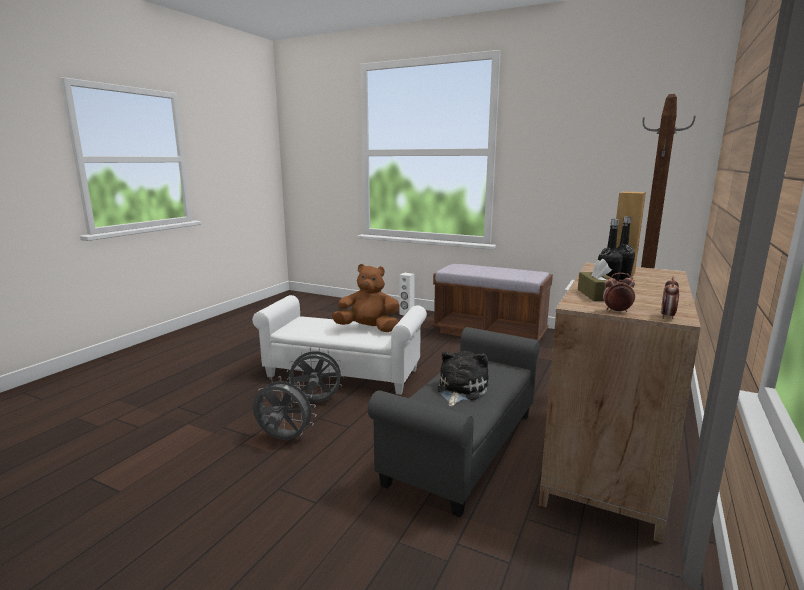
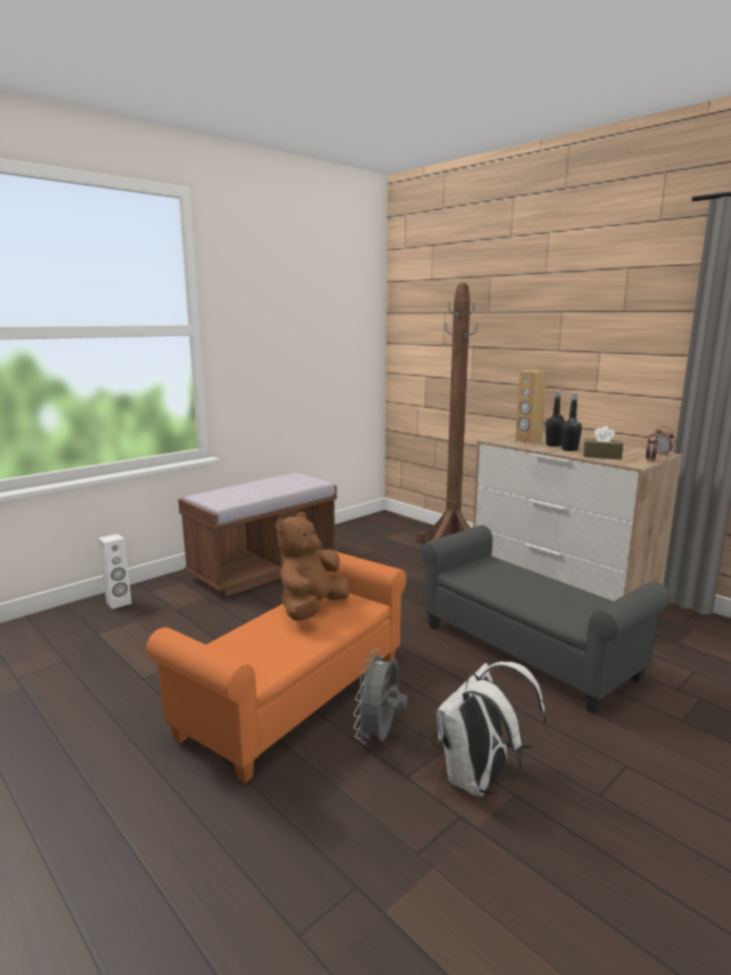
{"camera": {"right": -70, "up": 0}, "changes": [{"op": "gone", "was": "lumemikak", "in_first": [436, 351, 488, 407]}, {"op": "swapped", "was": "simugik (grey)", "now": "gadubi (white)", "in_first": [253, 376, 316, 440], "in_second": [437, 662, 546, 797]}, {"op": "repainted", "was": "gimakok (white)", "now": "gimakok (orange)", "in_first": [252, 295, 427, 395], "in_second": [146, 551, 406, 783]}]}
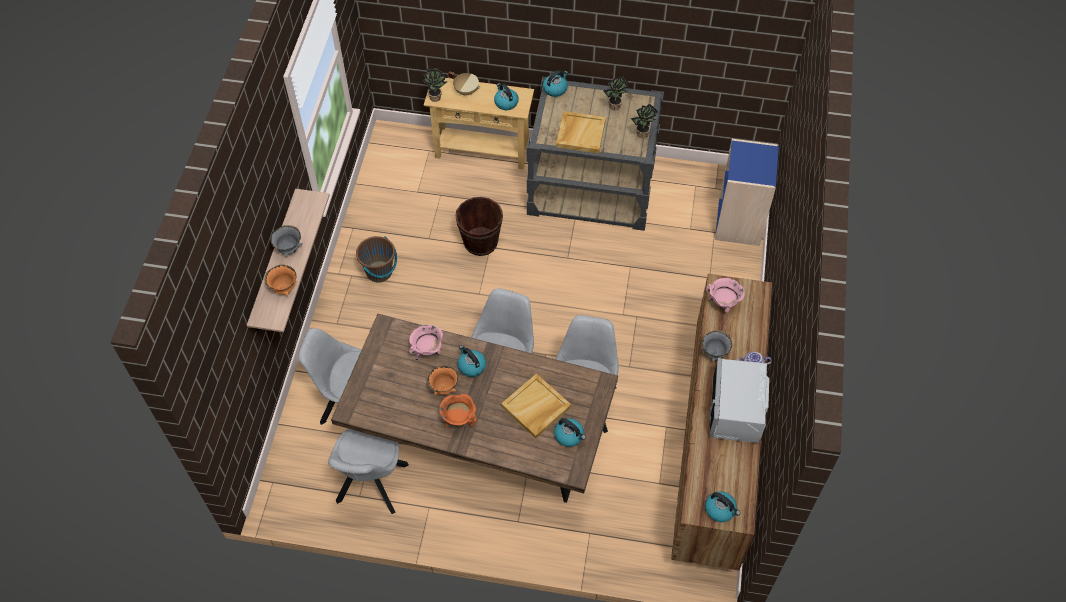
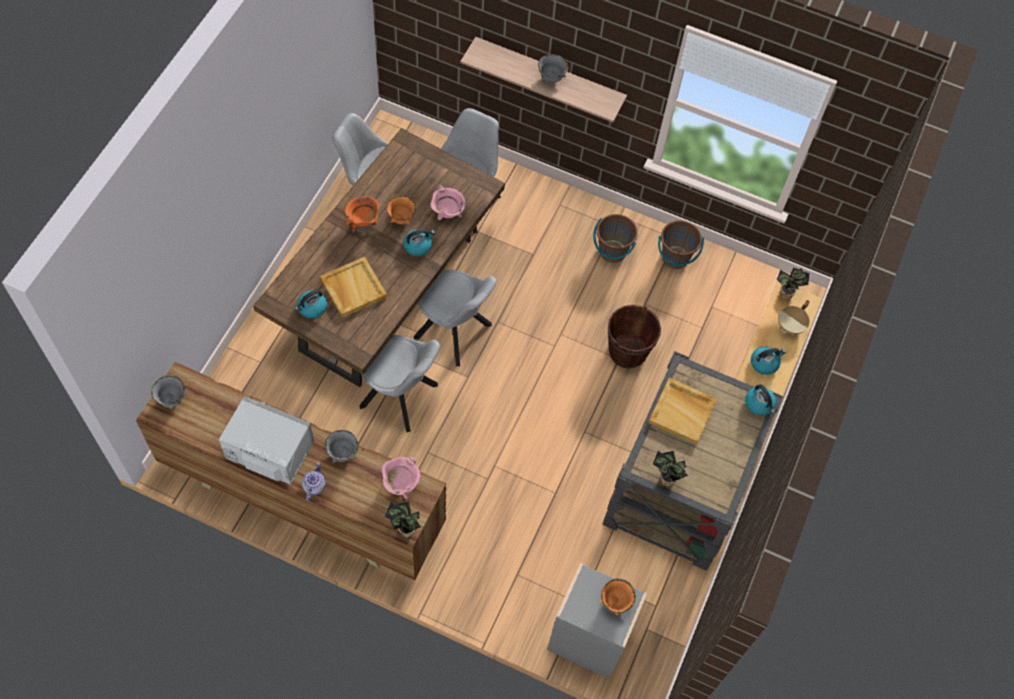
{"camera": {"right": 100, "up": 5}, "changes": [{"op": "new", "now": "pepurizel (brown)", "in_second": [658, 220, 704, 269]}, {"op": "shifted", "was": "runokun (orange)", "in_first": [264, 265, 297, 296], "in_second": [600, 578, 636, 616]}, {"op": "shifted", "was": "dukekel", "in_first": [603, 76, 629, 111], "in_second": [385, 501, 420, 537]}, {"op": "swapped", "was": "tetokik", "now": "runokun (grey)", "in_first": [705, 491, 740, 522], "in_second": [151, 375, 187, 410]}, {"op": "repainted", "was": "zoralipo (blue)", "now": "zoralipo (grey)", "in_first": [715, 139, 779, 246], "in_second": [547, 563, 647, 679]}]}
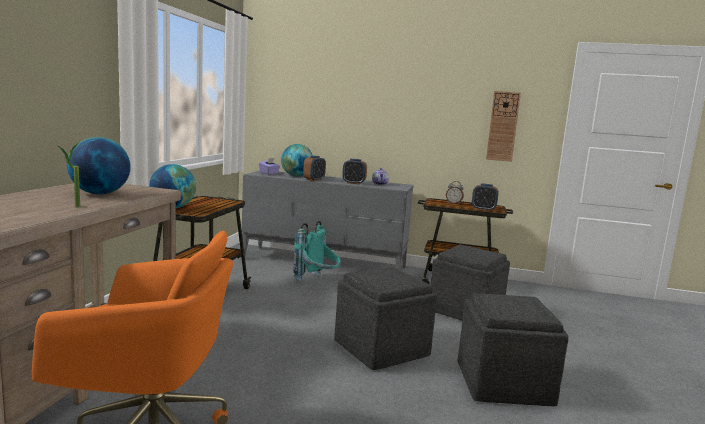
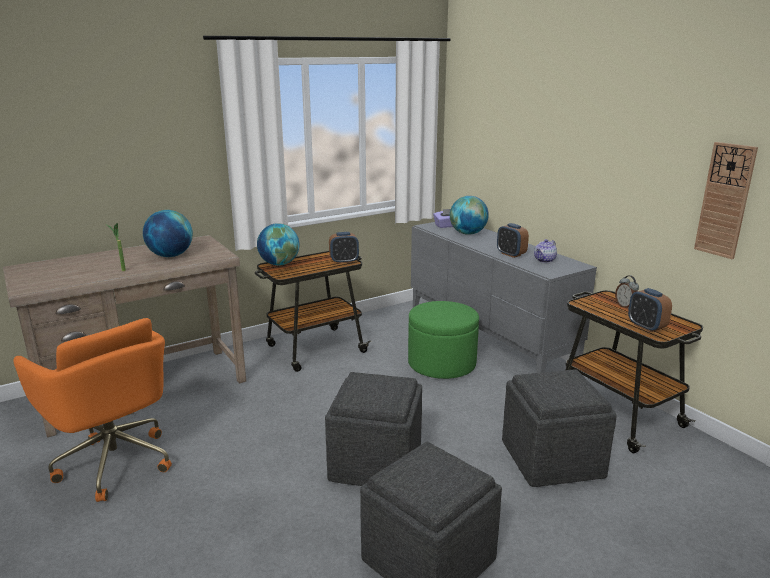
{"camera": {"right": 45, "up": 10}, "changes": [{"op": "shifted", "was": "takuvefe", "in_first": [303, 156, 326, 181], "in_second": [329, 232, 359, 264]}, {"op": "swapped", "was": "gadubi (turquoise)", "now": "gimakok (green)", "in_first": [292, 221, 341, 281], "in_second": [408, 301, 479, 379]}]}
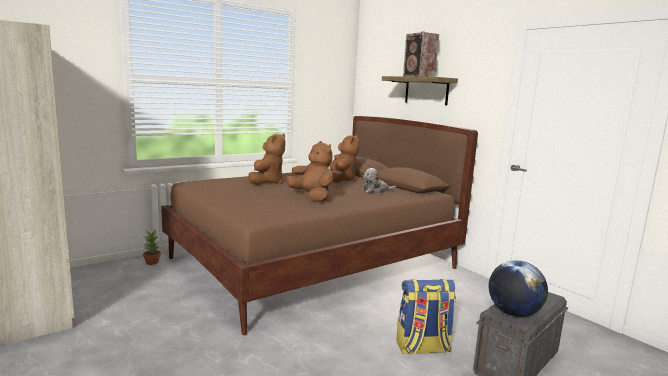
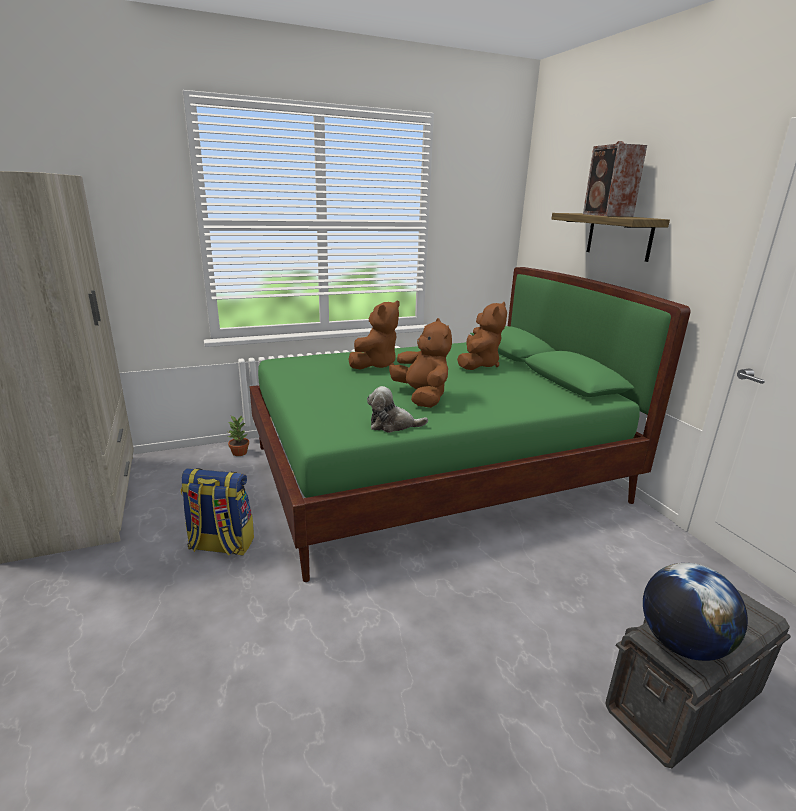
{"camera": {"right": 15, "up": 10}, "changes": [{"op": "shifted", "was": "lumemikak", "in_first": [363, 168, 396, 193], "in_second": [367, 386, 428, 433]}, {"op": "shifted", "was": "gadubi", "in_first": [397, 279, 456, 354], "in_second": [181, 468, 254, 556]}, {"op": "repainted", "was": "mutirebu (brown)", "now": "mutirebu (green)", "in_first": [161, 116, 478, 335], "in_second": [249, 267, 691, 582]}]}
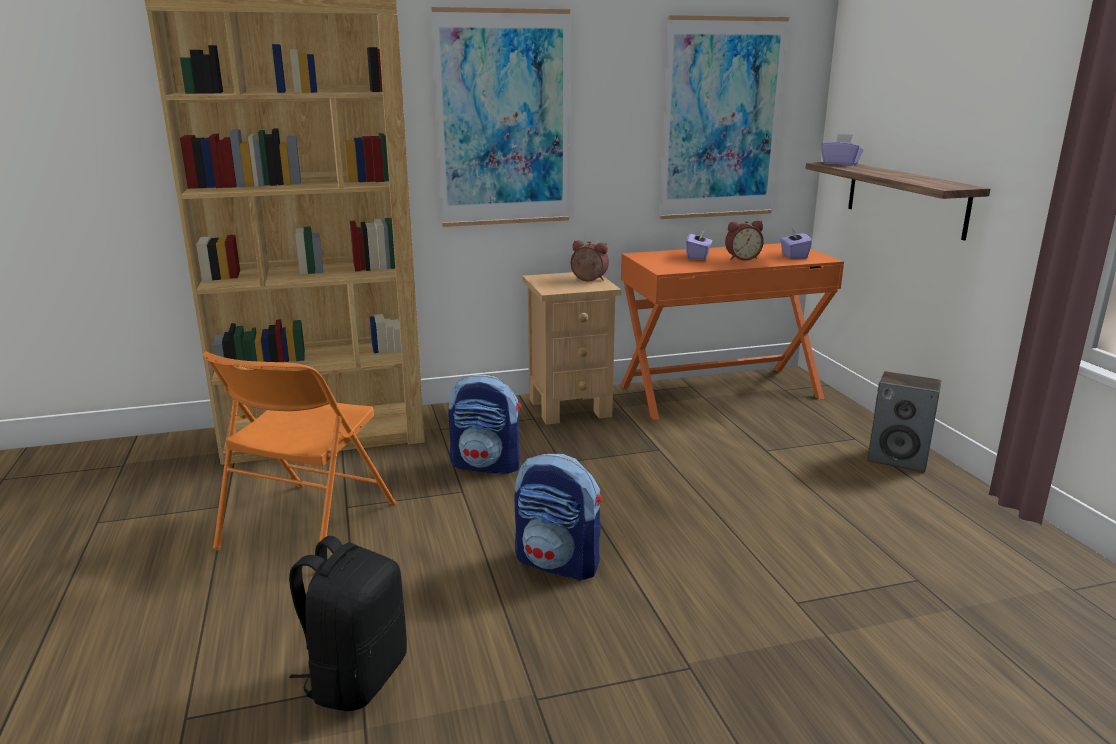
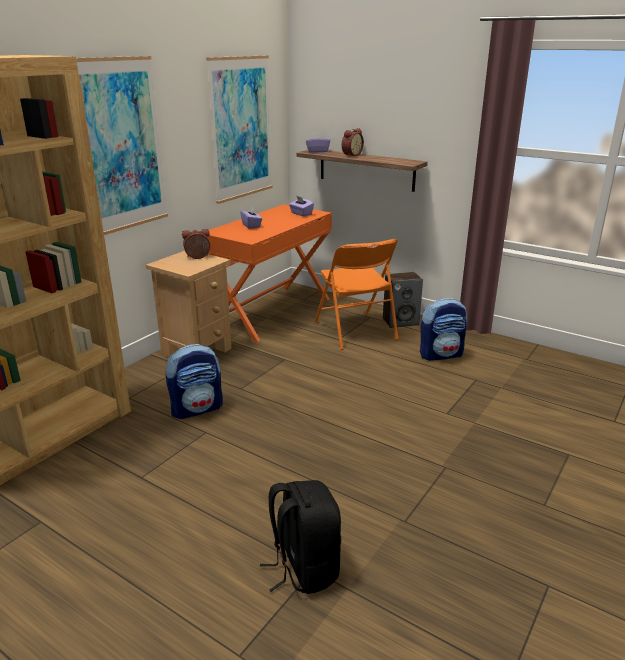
{"camera": {"right": -40, "up": 5}, "changes": [{"op": "shifted", "was": "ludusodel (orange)", "in_first": [203, 352, 396, 551], "in_second": [314, 239, 399, 350]}, {"op": "shifted", "was": "gadubi", "in_first": [514, 454, 603, 581], "in_second": [420, 298, 467, 361]}, {"op": "shifted", "was": "takuvefe", "in_first": [725, 221, 764, 260], "in_second": [342, 128, 364, 157]}]}
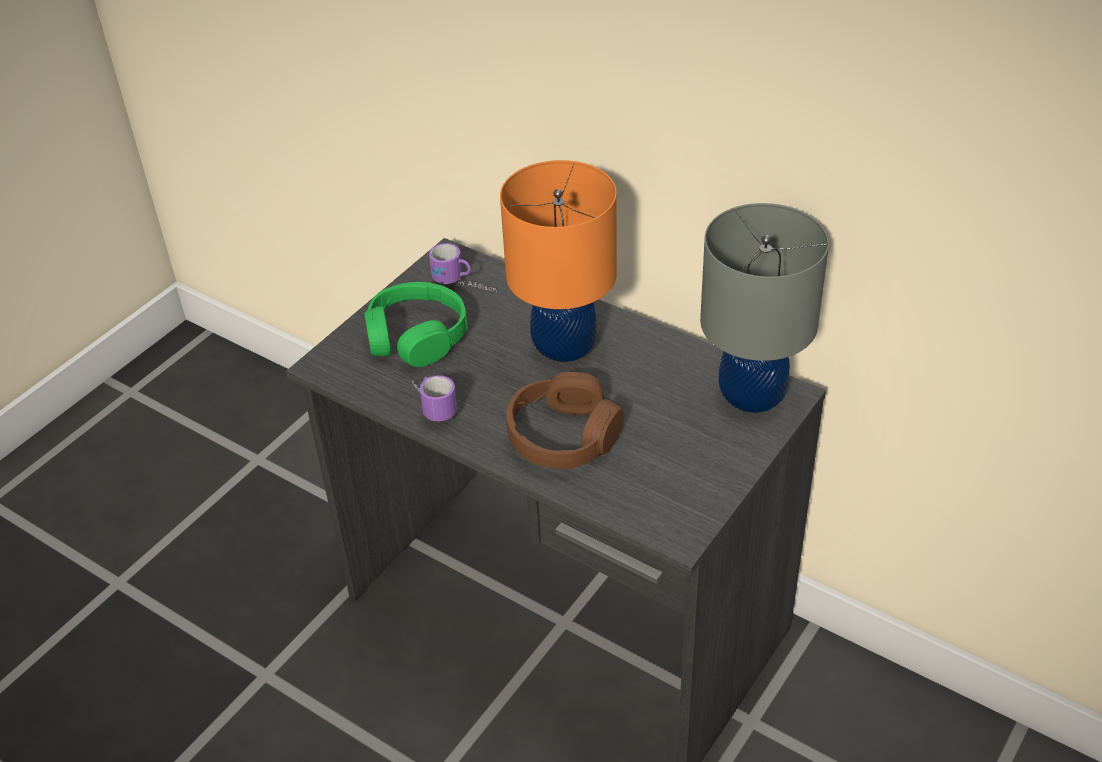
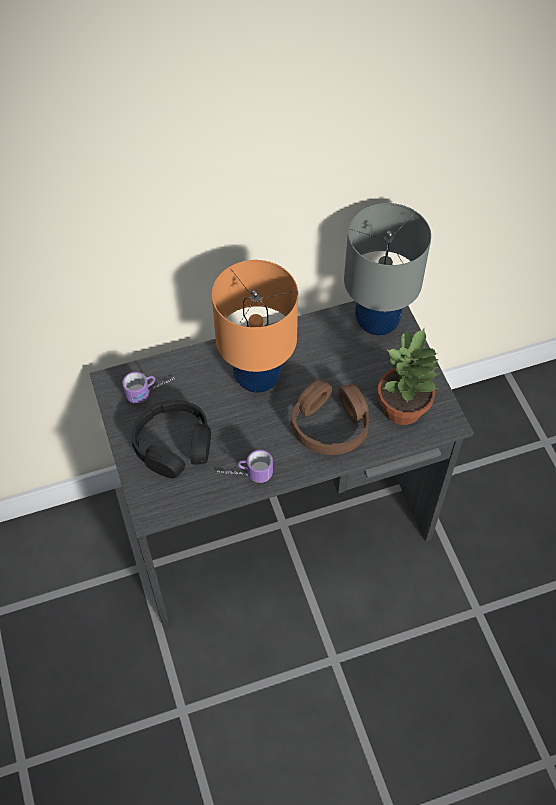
{"camera": {"right": -55, "up": 15}, "changes": [{"op": "new", "now": "dukekel", "in_second": [377, 327, 439, 425]}, {"op": "repainted", "was": "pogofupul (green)", "now": "pogofupul (black)", "in_first": [364, 282, 467, 367], "in_second": [131, 400, 211, 479]}]}
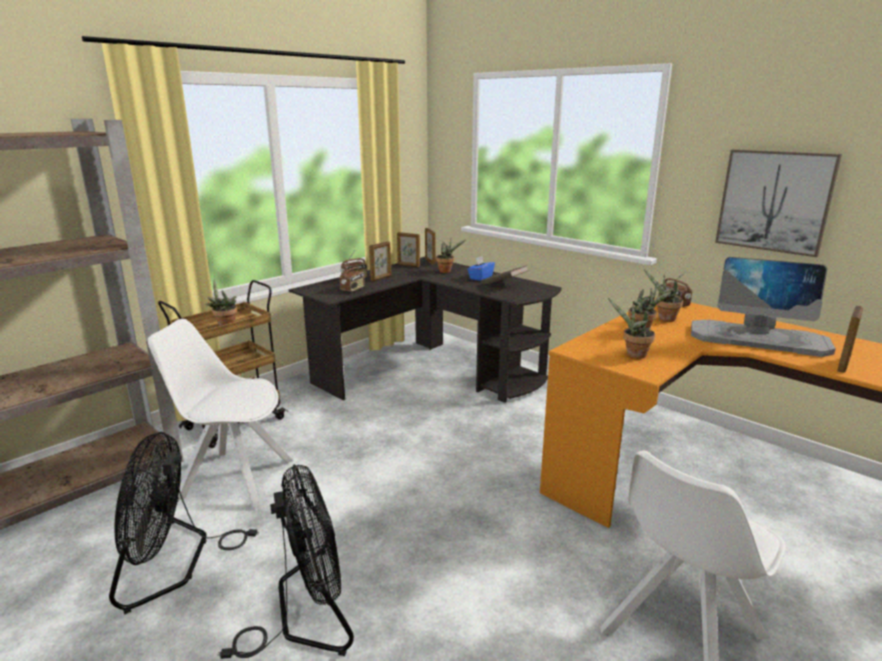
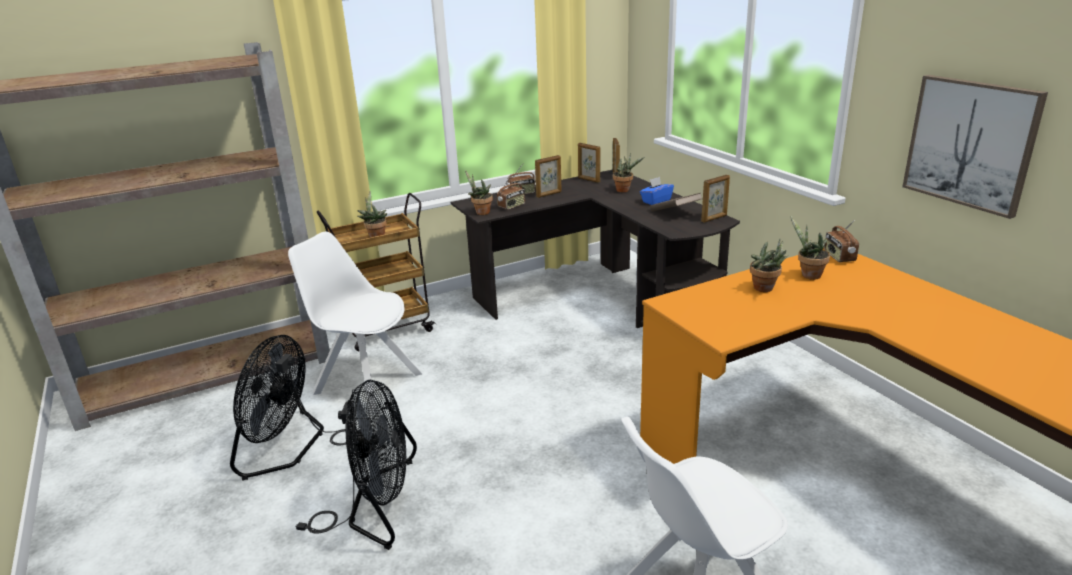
{"camera": {"right": 20, "up": 5}, "changes": [{"op": "gone", "was": "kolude", "in_first": [691, 257, 836, 357]}, {"op": "shifted", "was": "dukekel", "in_first": [608, 298, 655, 359], "in_second": [465, 170, 493, 215]}, {"op": "shifted", "was": "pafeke", "in_first": [837, 305, 863, 373], "in_second": [701, 175, 730, 223]}]}
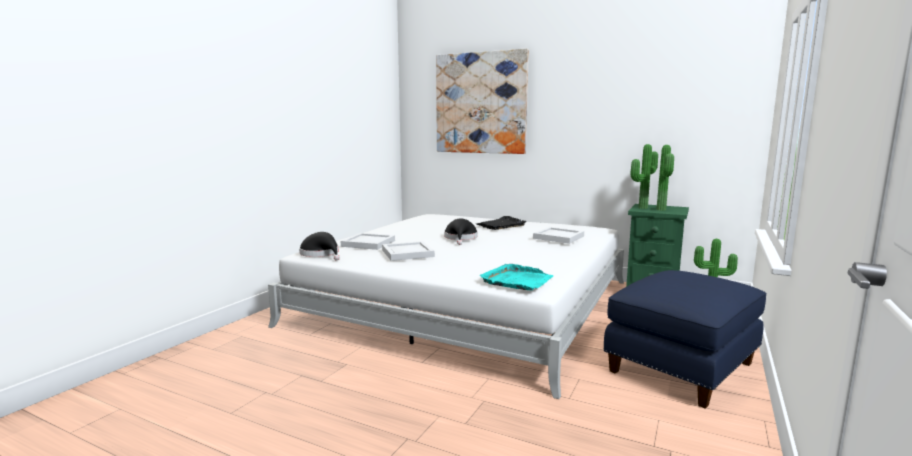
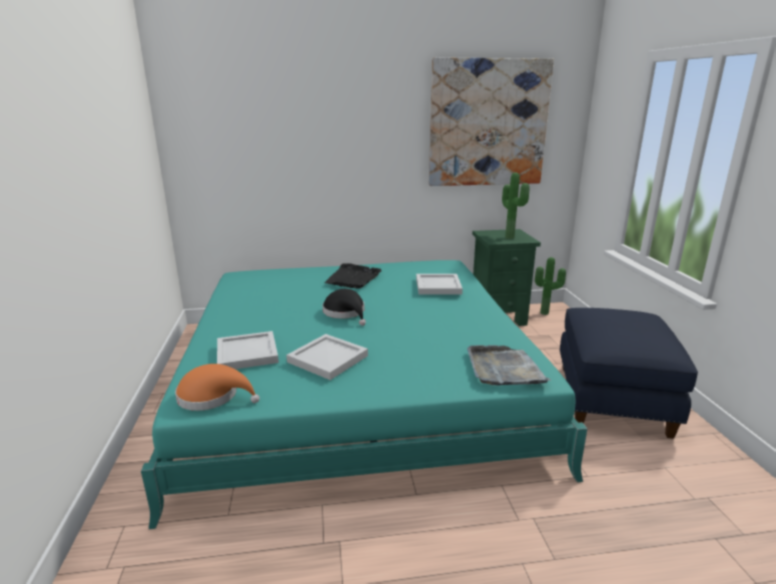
{"camera": {"right": -35, "up": 10}, "changes": [{"op": "gone", "was": "dukekel", "in_first": [630, 144, 658, 209]}, {"op": "shifted", "was": "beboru", "in_first": [436, 49, 529, 154], "in_second": [429, 57, 554, 186]}, {"op": "repainted", "was": "mutirebu (white)", "now": "mutirebu (turquoise)", "in_first": [268, 214, 624, 399], "in_second": [141, 260, 587, 529]}, {"op": "repainted", "was": "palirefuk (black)", "now": "palirefuk (orange)", "in_first": [299, 232, 340, 261], "in_second": [175, 364, 260, 411]}, {"op": "repainted", "was": "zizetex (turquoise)", "now": "zizetex (grey)", "in_first": [480, 264, 554, 291], "in_second": [467, 345, 551, 385]}]}
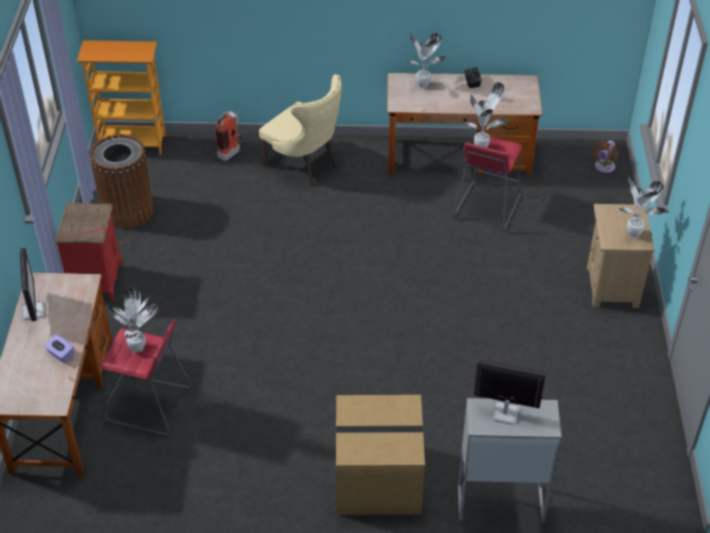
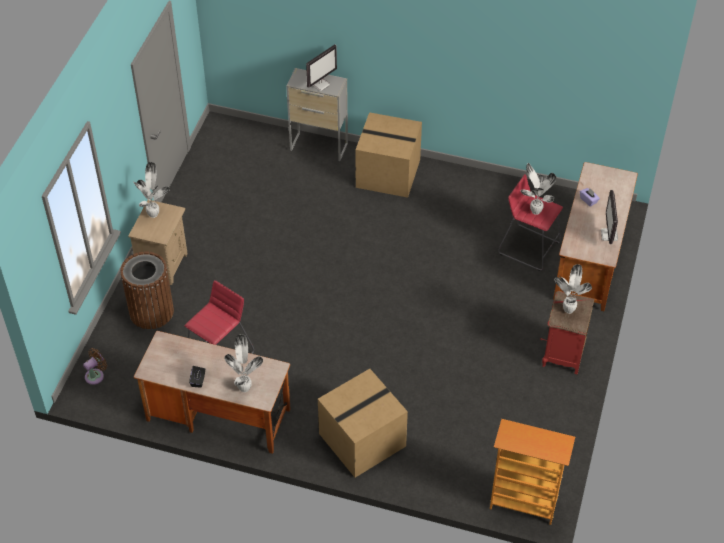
{"camera": {"right": -165, "up": 5}, "changes": [{"op": "gone", "was": "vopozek", "in_first": [215, 111, 244, 161]}, {"op": "shifted", "was": "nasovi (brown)", "in_first": [90, 134, 154, 229], "in_second": [120, 251, 174, 329]}, {"op": "shifted", "was": "dukekel", "in_first": [464, 82, 507, 148], "in_second": [555, 264, 592, 314]}, {"op": "swapped", "was": "ludusodel (beige)", "now": "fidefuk", "in_first": [259, 74, 342, 187], "in_second": [318, 369, 408, 478]}, {"op": "rotated", "was": "kolude", "in_first": [474, 359, 546, 425], "in_second": [306, 44, 337, 91], "clockwise": -75}]}
